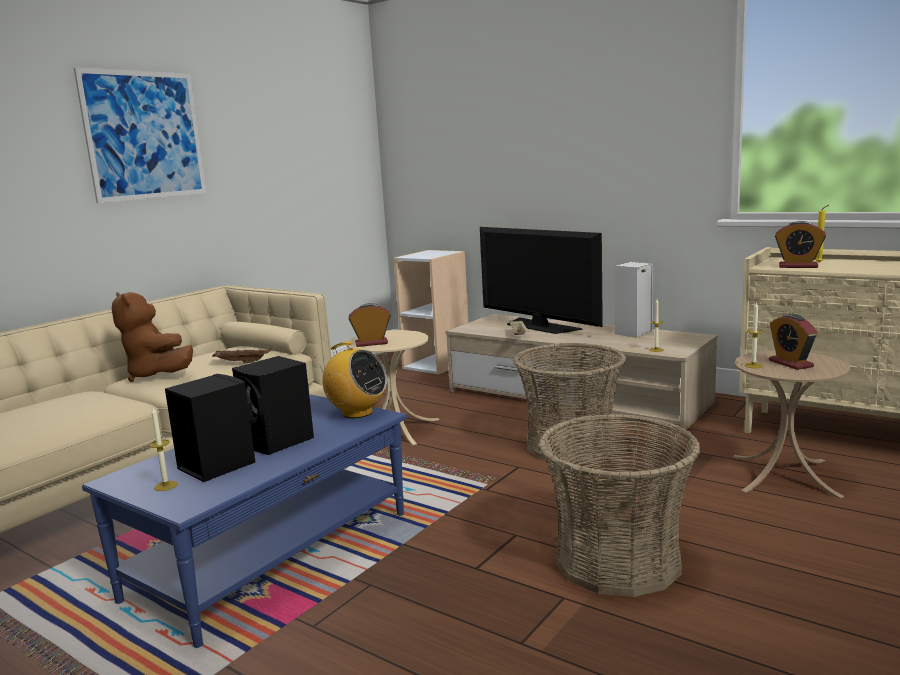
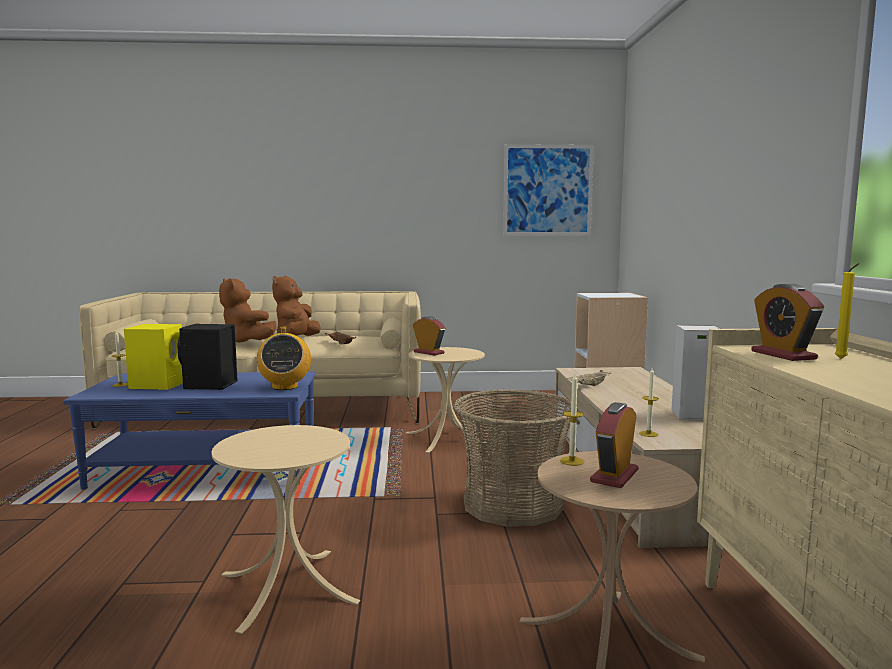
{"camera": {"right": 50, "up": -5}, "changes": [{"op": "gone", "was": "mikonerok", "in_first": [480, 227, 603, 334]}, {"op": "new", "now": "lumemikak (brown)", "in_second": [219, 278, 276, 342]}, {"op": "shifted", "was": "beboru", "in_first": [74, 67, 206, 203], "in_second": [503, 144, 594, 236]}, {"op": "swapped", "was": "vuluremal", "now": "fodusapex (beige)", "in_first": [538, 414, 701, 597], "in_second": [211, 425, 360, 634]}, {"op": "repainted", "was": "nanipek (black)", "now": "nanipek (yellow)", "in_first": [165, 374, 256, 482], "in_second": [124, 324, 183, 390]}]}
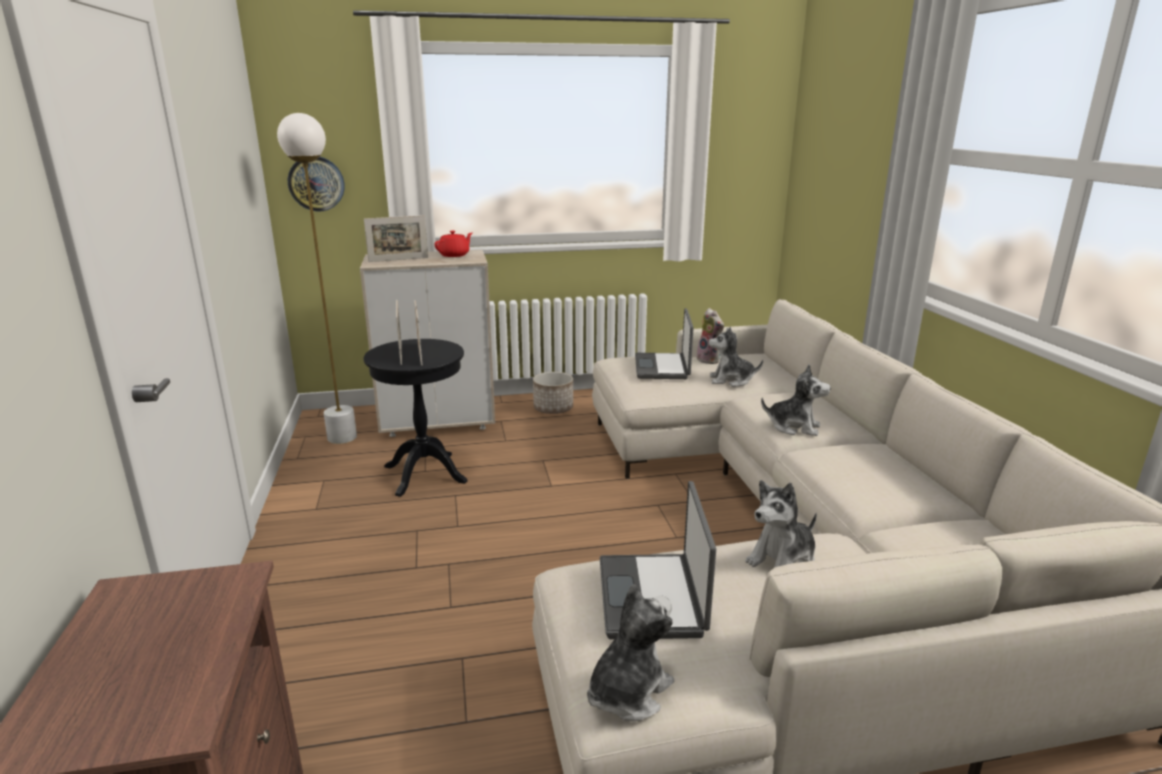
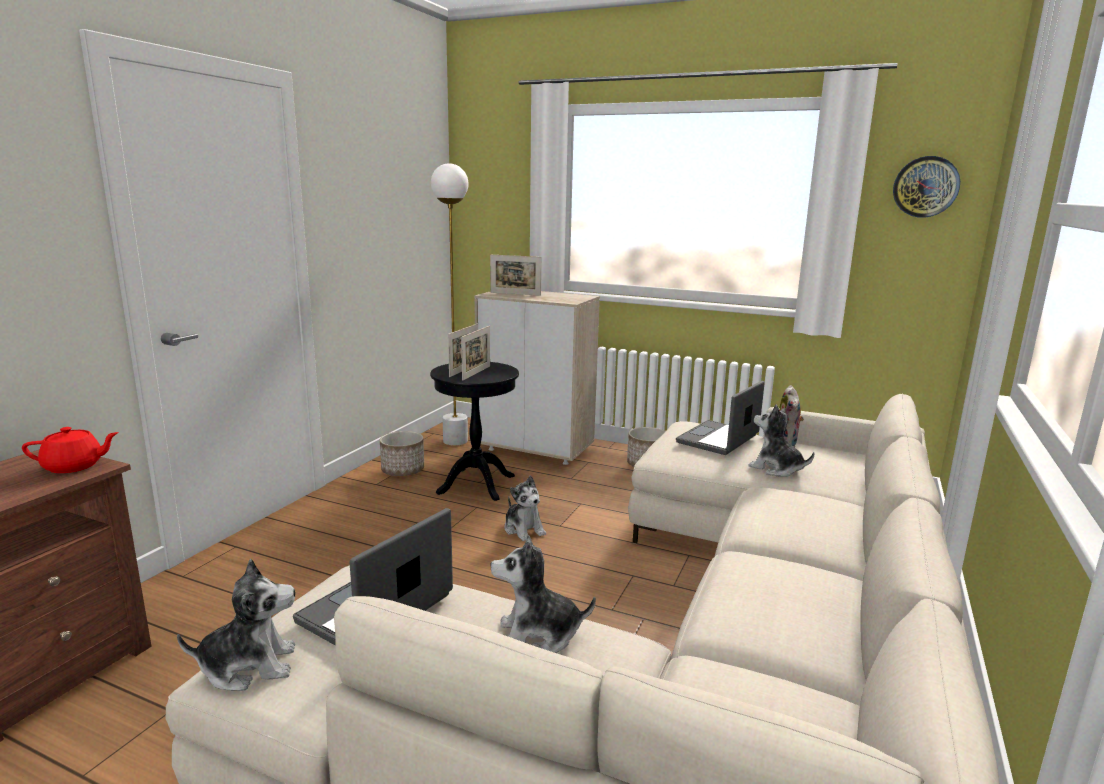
{"camera": {"right": 35, "up": -5}, "changes": [{"op": "new", "now": "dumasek", "in_second": [380, 431, 424, 476]}, {"op": "shifted", "was": "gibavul", "in_first": [288, 157, 344, 211], "in_second": [893, 156, 960, 218]}, {"op": "shifted", "was": "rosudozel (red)", "in_first": [434, 231, 472, 257], "in_second": [22, 427, 119, 473]}, {"op": "shifted", "was": "lumemikak", "in_first": [761, 364, 831, 436], "in_second": [504, 475, 546, 541]}]}
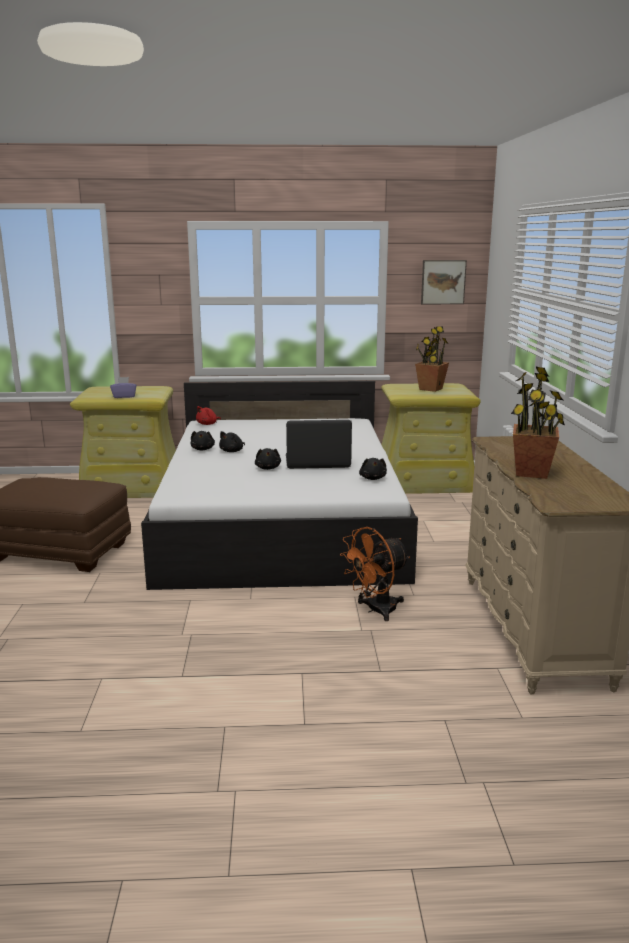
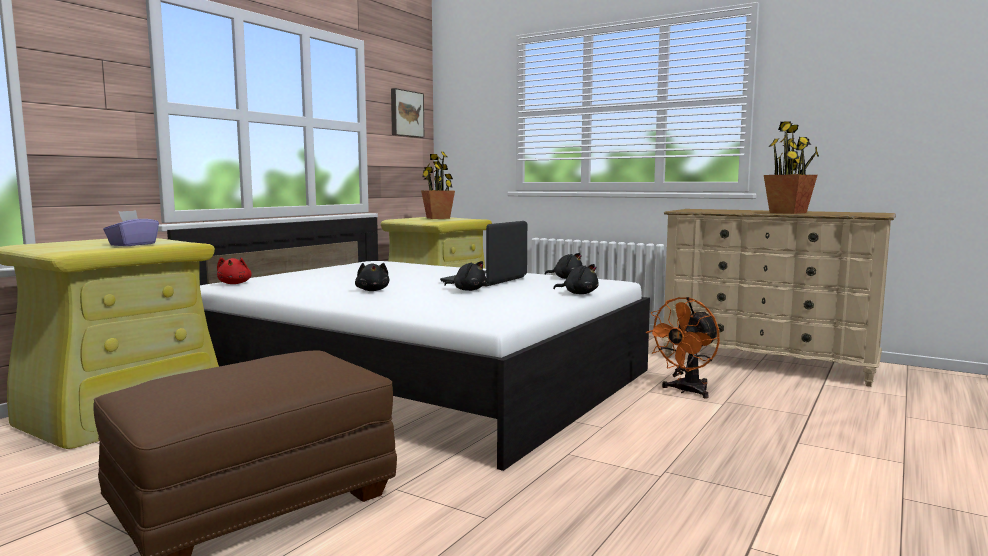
{"camera": {"right": -55, "up": -10}, "changes": [{"op": "shifted", "was": "lumemikak (black)", "in_first": [190, 431, 215, 450], "in_second": [553, 264, 599, 294]}, {"op": "rotated", "was": "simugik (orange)", "in_first": [340, 527, 410, 621], "in_second": [646, 297, 720, 398], "clockwise": 45}]}
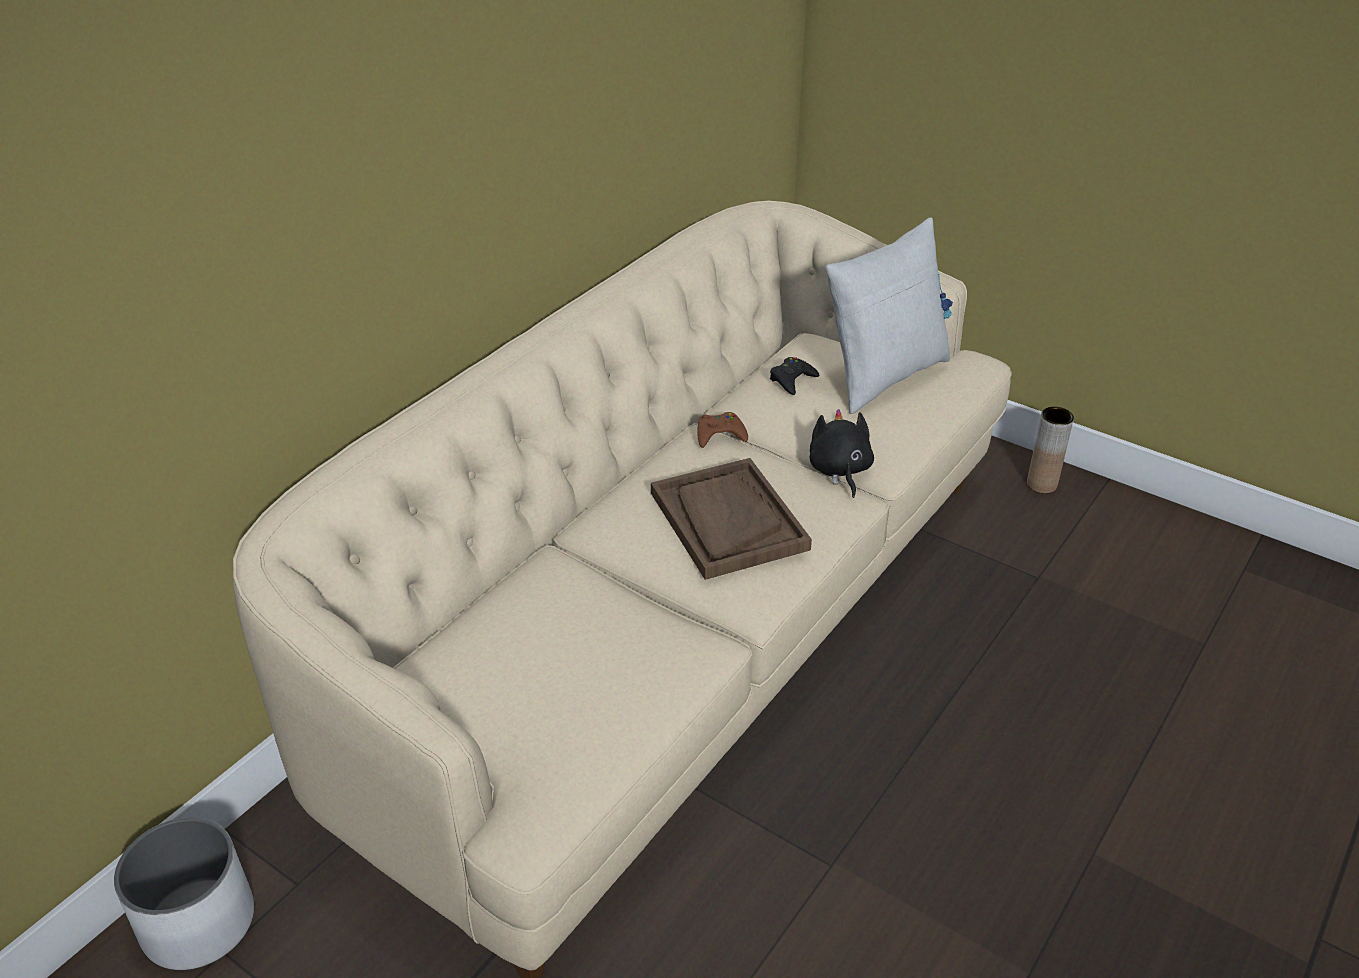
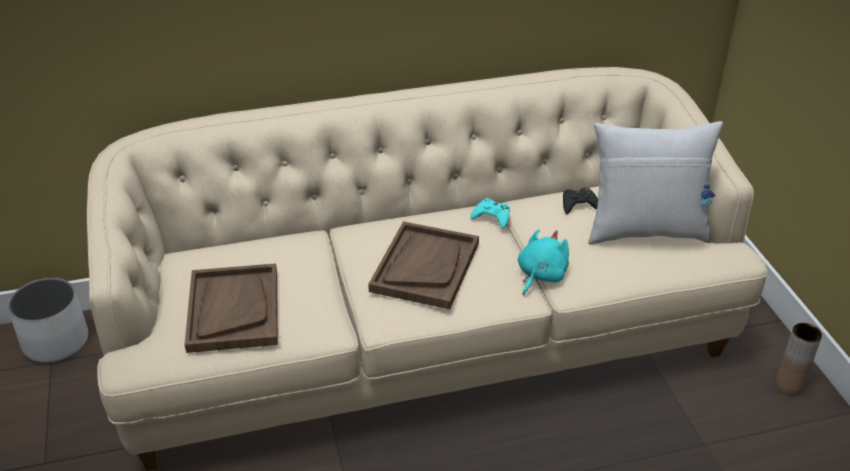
{"camera": {"right": 40, "up": 0}, "changes": [{"op": "new", "now": "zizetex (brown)", "in_second": [185, 264, 278, 353]}, {"op": "repainted", "was": "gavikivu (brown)", "now": "gavikivu (turquoise)", "in_first": [697, 412, 748, 448], "in_second": [470, 198, 510, 229]}, {"op": "repainted", "was": "lumemikak (black)", "now": "lumemikak (turquoise)", "in_first": [809, 409, 874, 498], "in_second": [518, 229, 569, 295]}]}
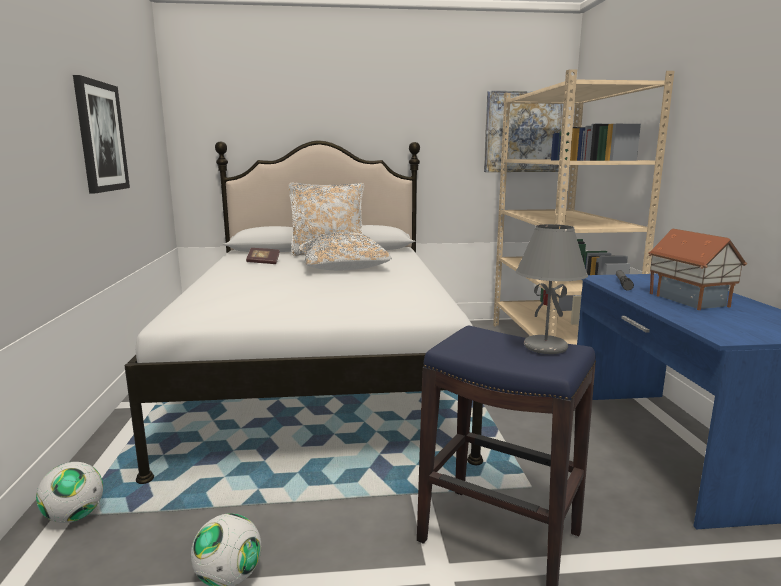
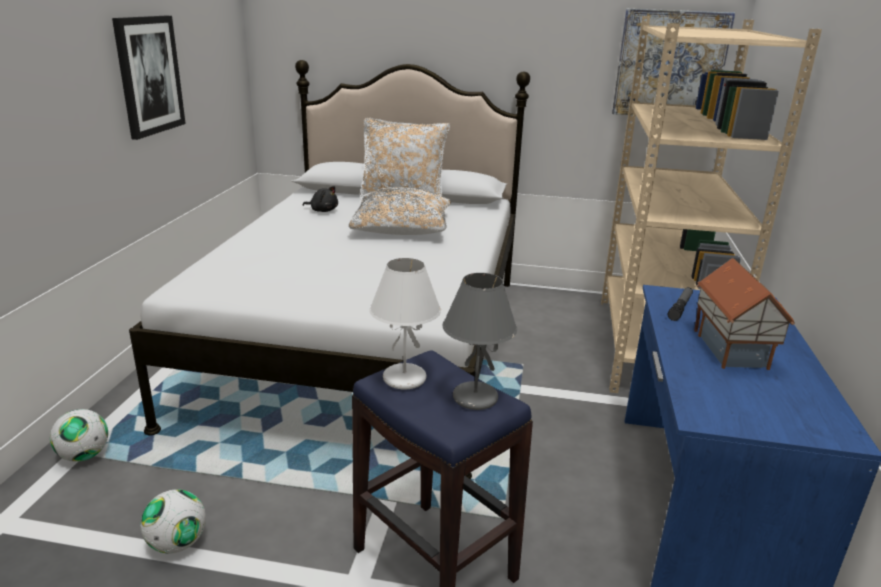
{"camera": {"right": 15, "up": 10}, "changes": [{"op": "new", "now": "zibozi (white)", "in_second": [369, 258, 441, 390]}, {"op": "swapped", "was": "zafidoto", "now": "lumemikak (black)", "in_first": [246, 248, 280, 264], "in_second": [303, 186, 338, 212]}]}
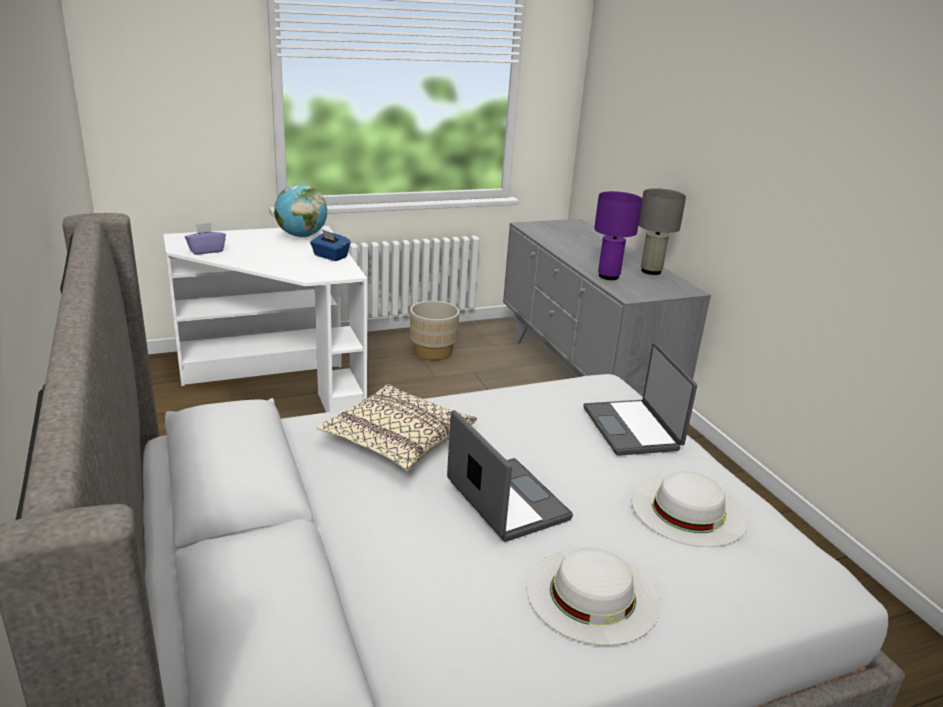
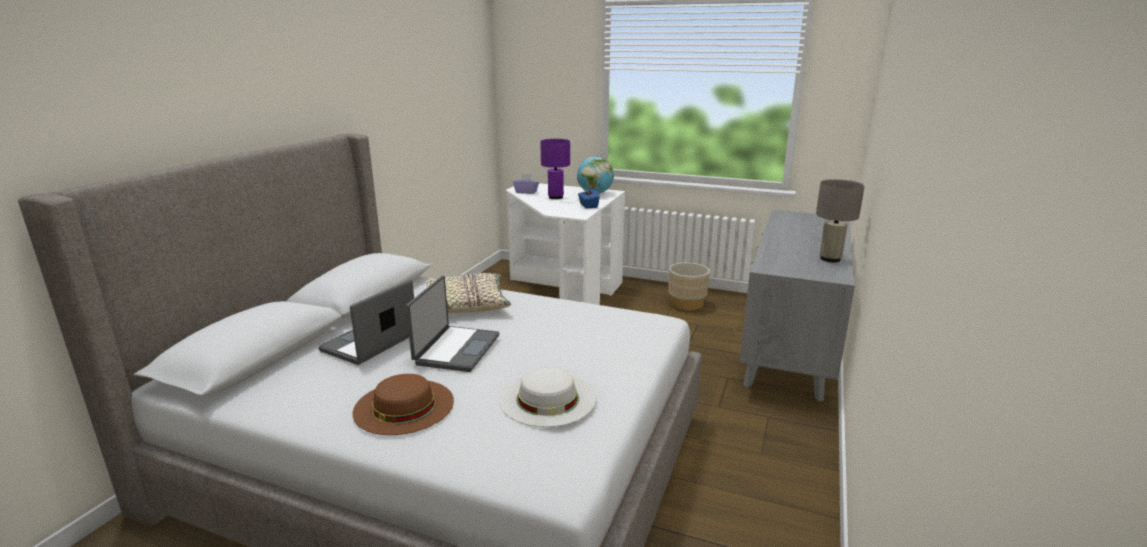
{"camera": {"right": 45, "up": -5}, "changes": [{"op": "shifted", "was": "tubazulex", "in_first": [583, 343, 697, 456], "in_second": [318, 279, 414, 365]}, {"op": "shifted", "was": "zibozi (purple)", "in_first": [594, 191, 642, 280], "in_second": [541, 139, 570, 199]}, {"op": "repainted", "was": "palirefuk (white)", "now": "palirefuk (brown)", "in_first": [527, 548, 660, 646], "in_second": [352, 374, 454, 435]}]}
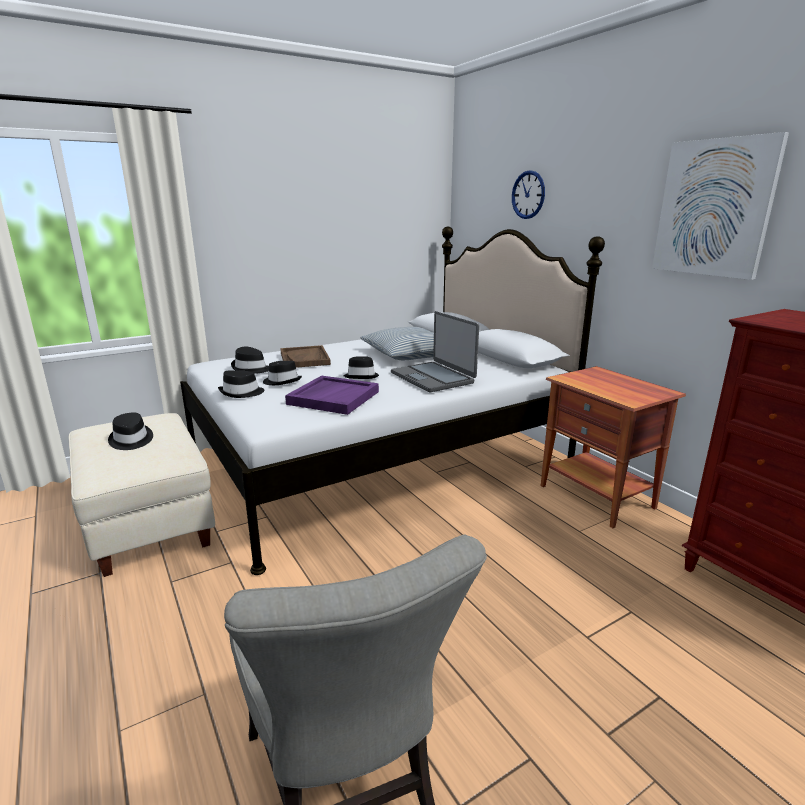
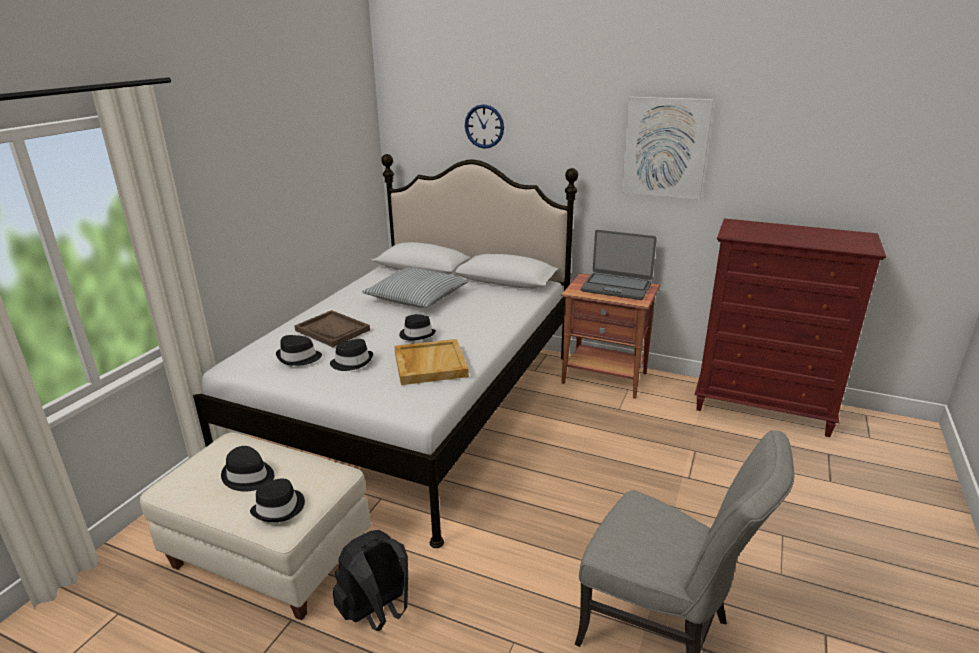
{"camera": {"right": -35, "up": 5}, "changes": [{"op": "new", "now": "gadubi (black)", "in_second": [333, 530, 408, 631]}, {"op": "shifted", "was": "palirefuk (black)", "in_first": [218, 371, 265, 398], "in_second": [250, 479, 305, 522]}, {"op": "shifted", "was": "tubazulex", "in_first": [391, 311, 479, 392], "in_second": [581, 230, 657, 300]}, {"op": "repainted", "was": "zizetex (purple)", "now": "zizetex (beige)", "in_first": [285, 376, 379, 415], "in_second": [394, 339, 469, 385]}]}
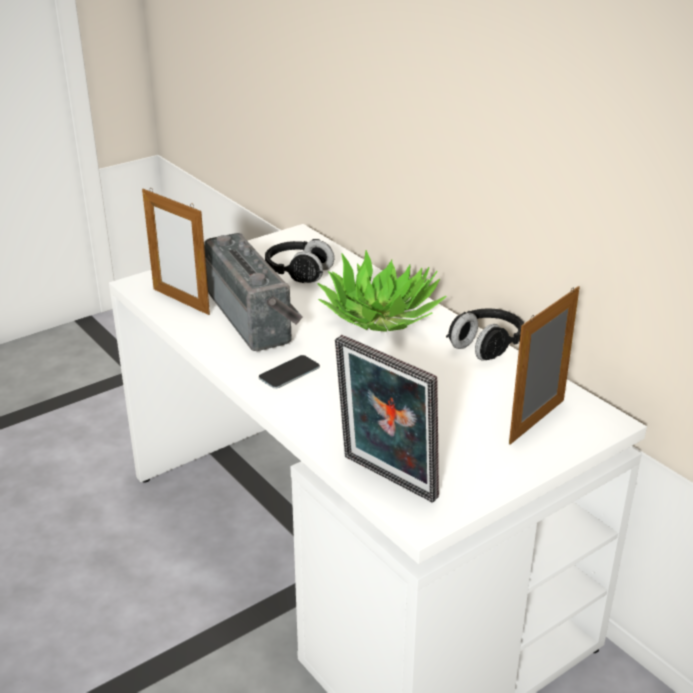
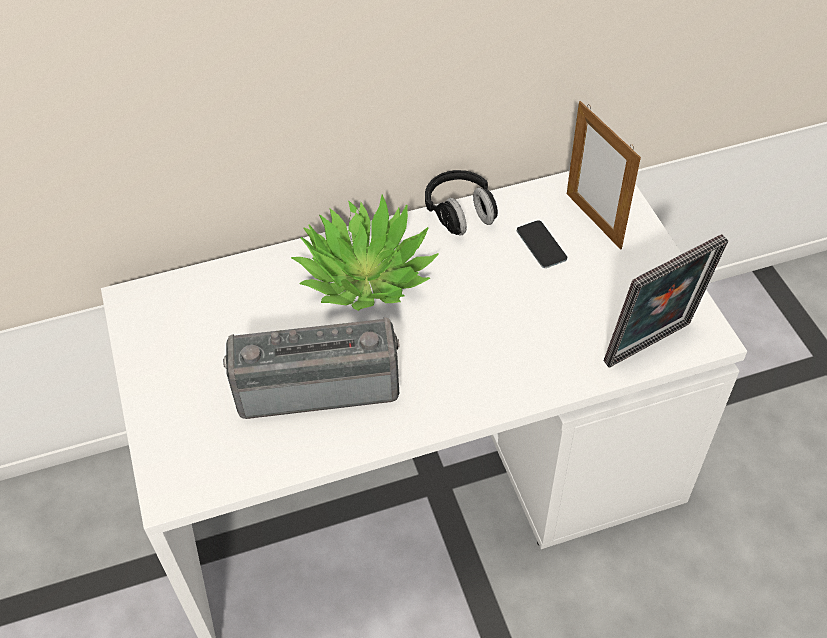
{"camera": {"right": -70, "up": 20}, "changes": [{"op": "gone", "was": "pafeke", "in_first": [142, 188, 210, 315]}, {"op": "gone", "was": "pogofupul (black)", "in_first": [265, 239, 334, 283]}, {"op": "shifted", "was": "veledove", "in_first": [259, 355, 320, 389], "in_second": [517, 220, 567, 268]}]}
